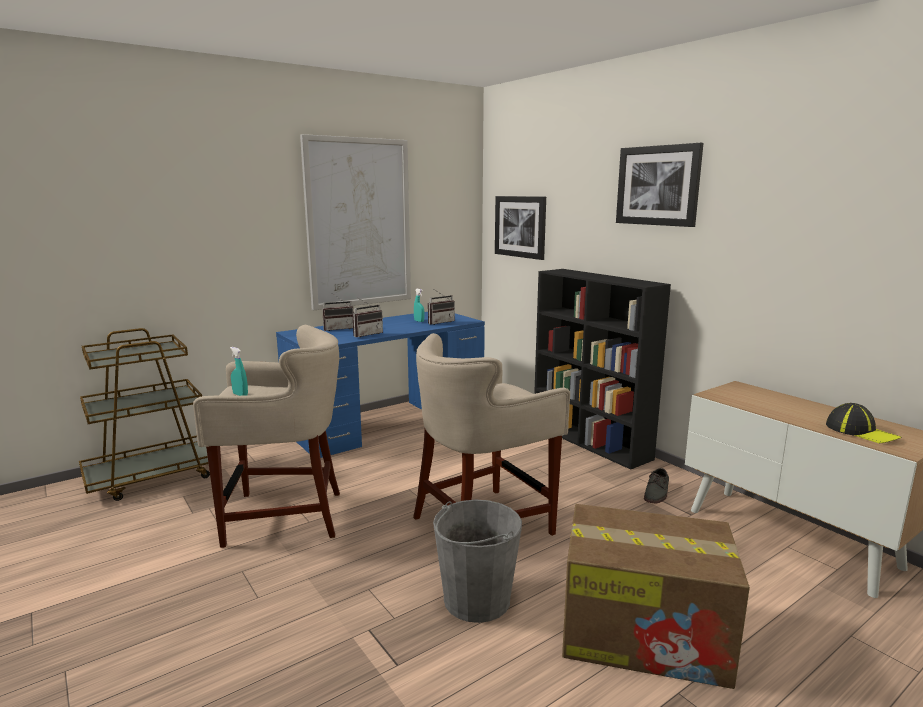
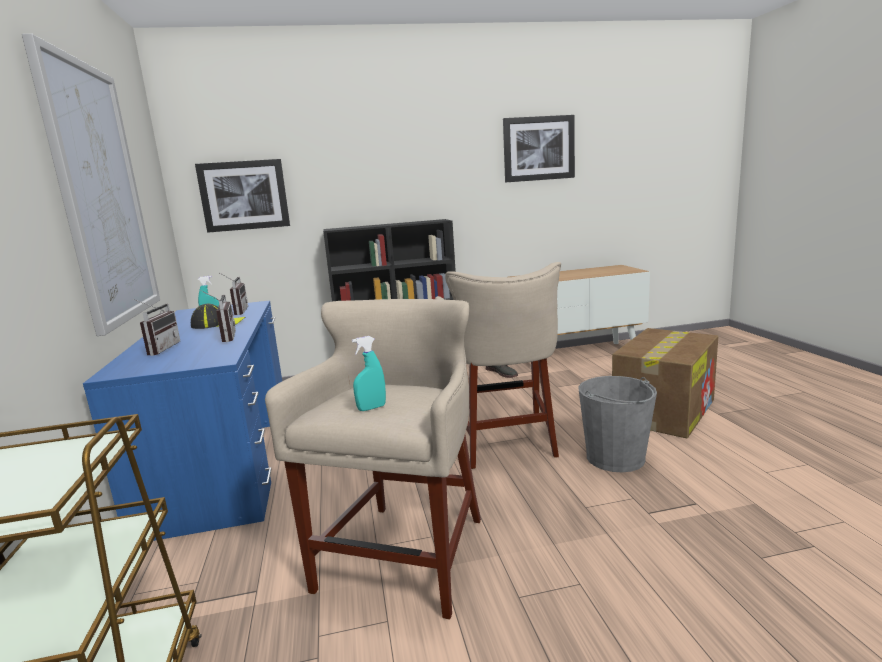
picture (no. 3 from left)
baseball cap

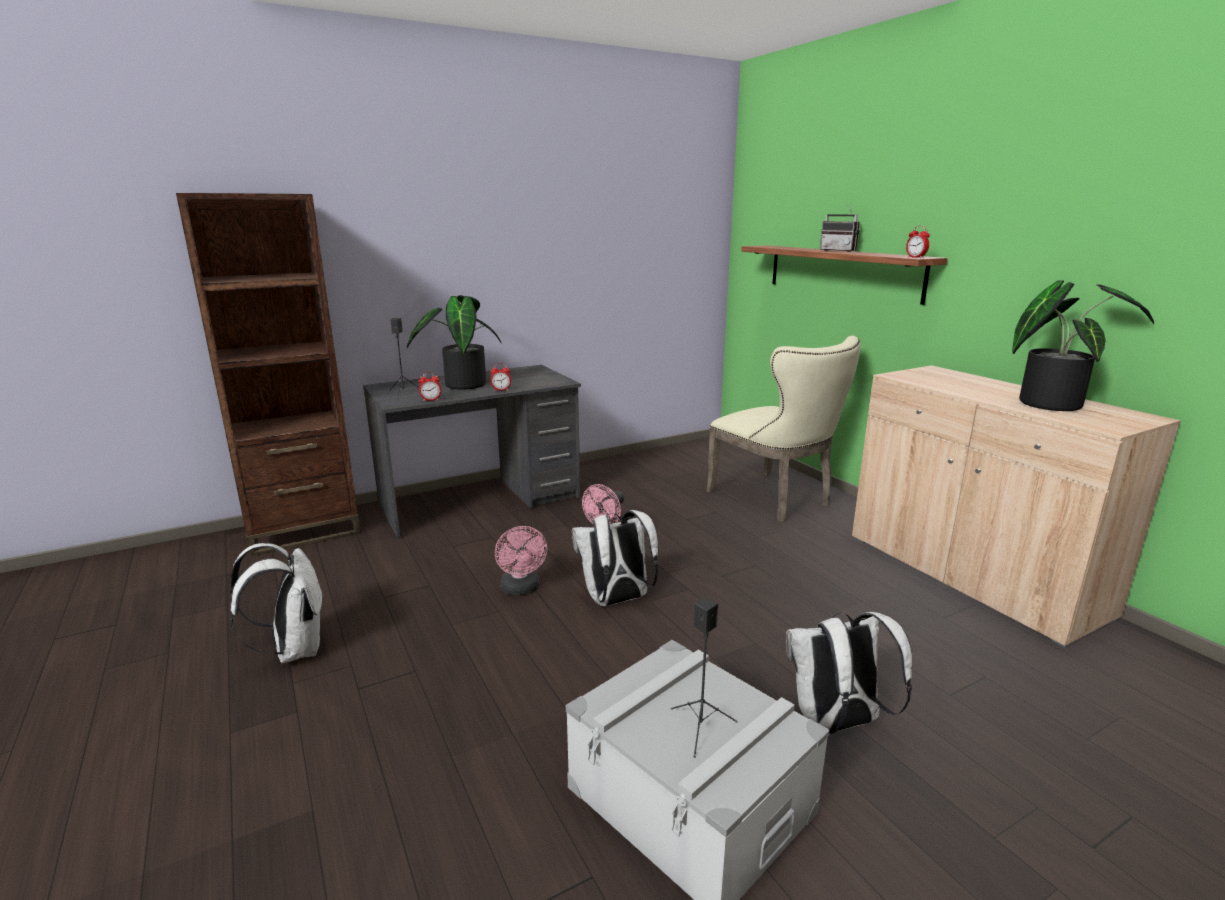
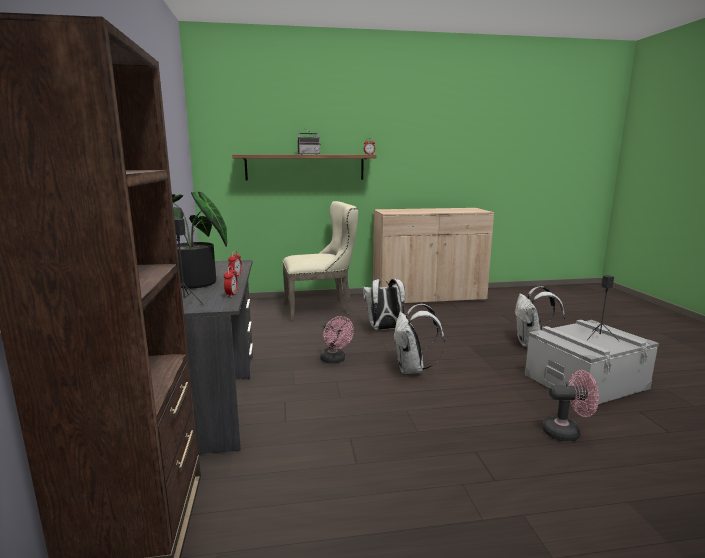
plant in a pot (no. 2 from left in the first image)
knapsack (white-coloured) (no. 1 from left)
cooling fan (pink-coloured) (no. 2 from left)

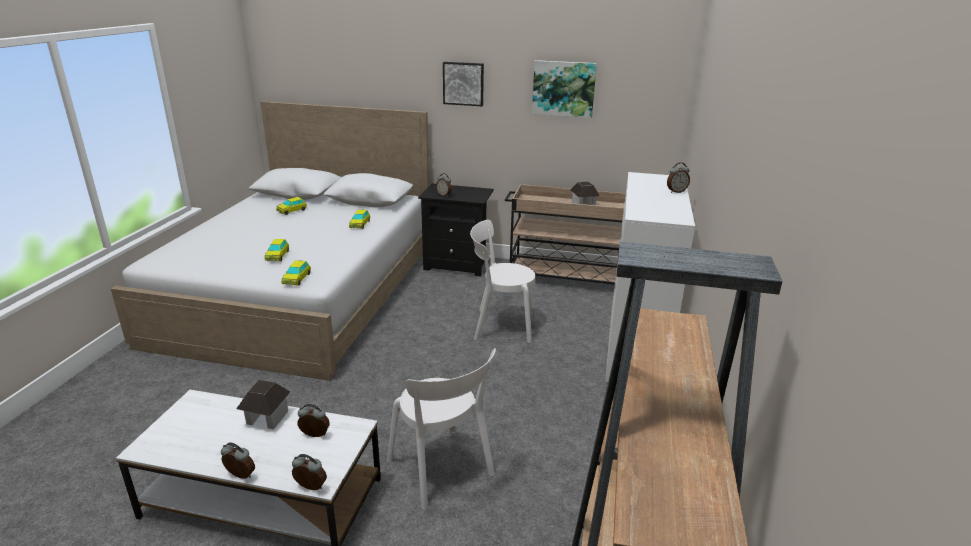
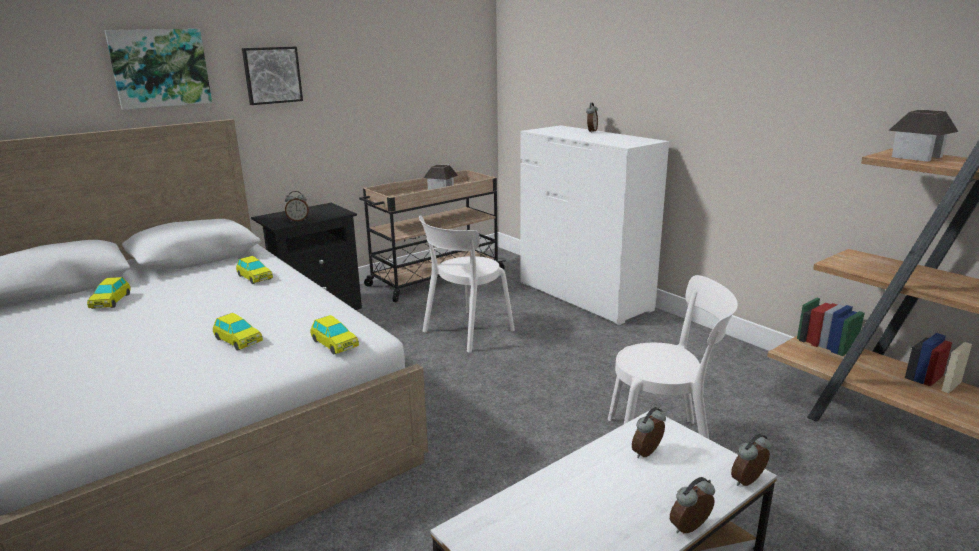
model house (no. 2 from left)
picture (no. 1 from left)

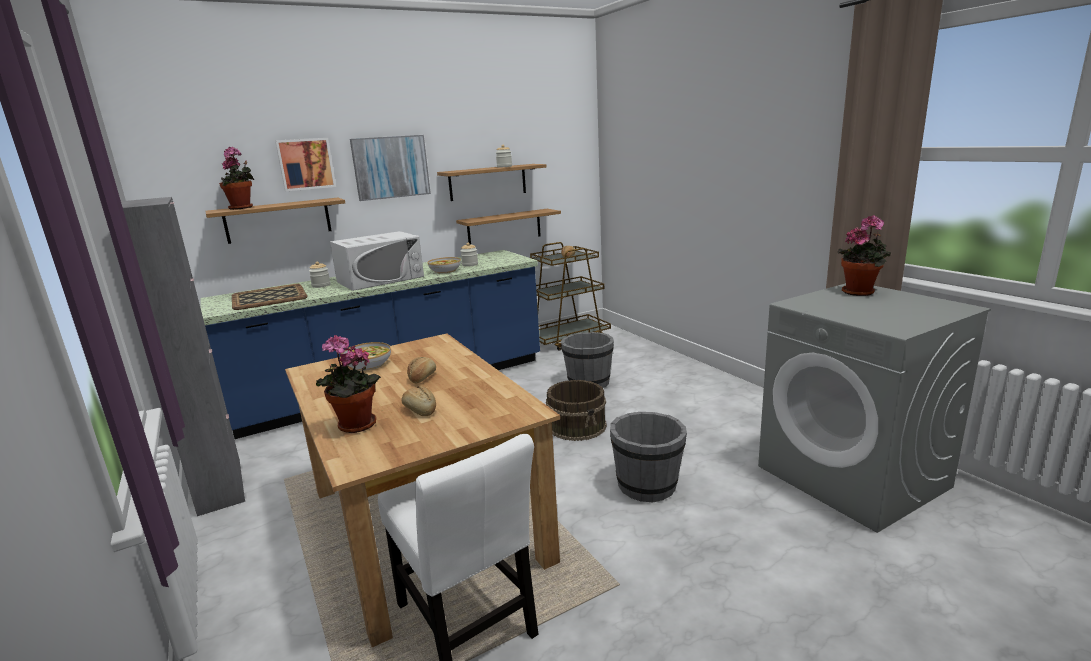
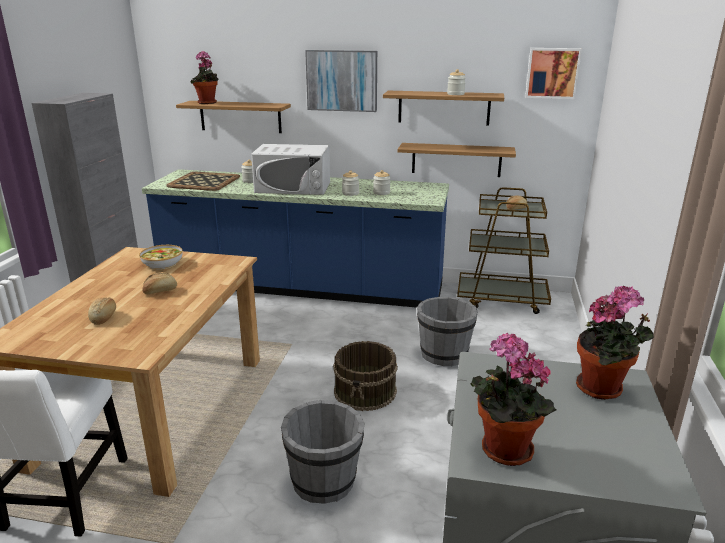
picture (no. 2 from left)
plant in a pot (no. 2 from left)
jar (no. 2 from left)

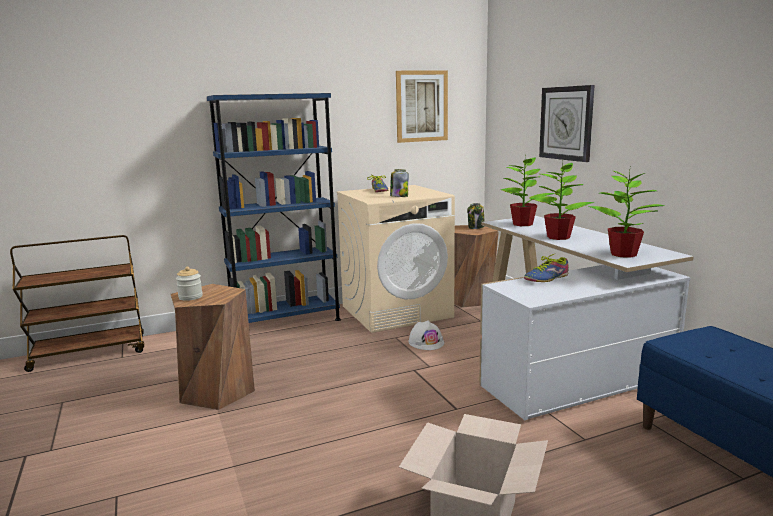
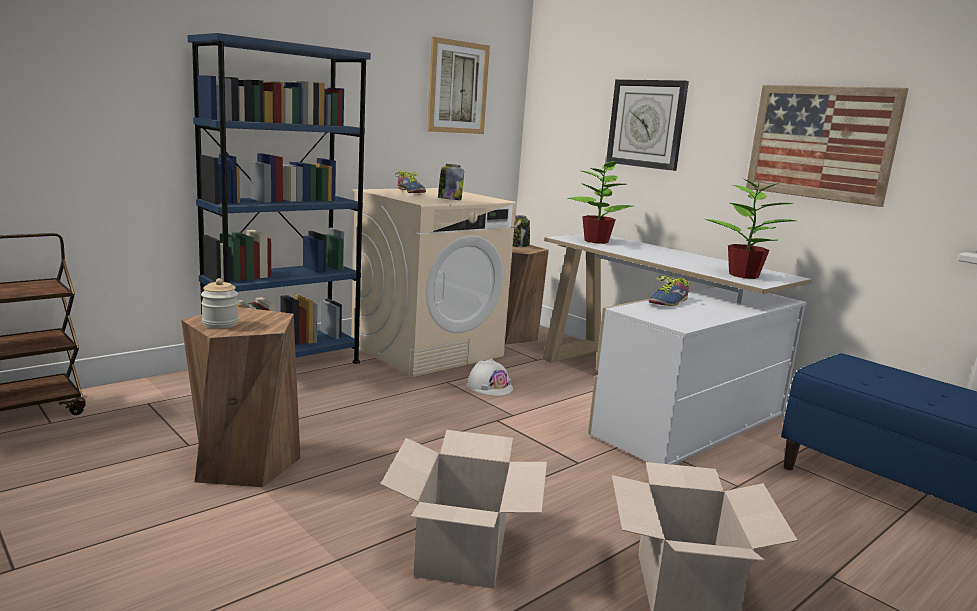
plant in a pot (no. 2 from left in the first image)
packing box (no. 1 from left)
picture (no. 2 from left)

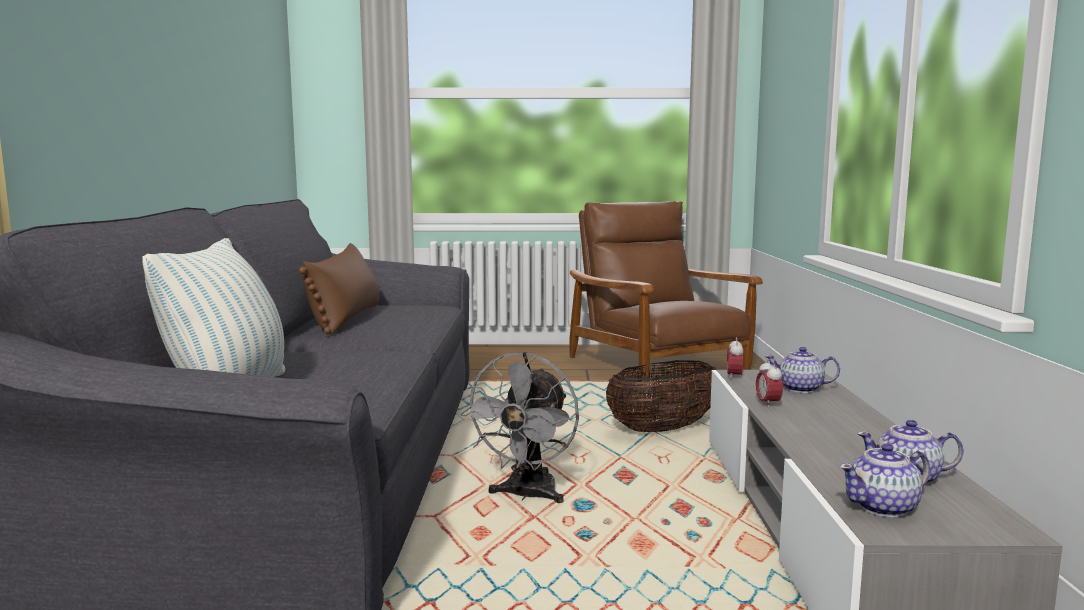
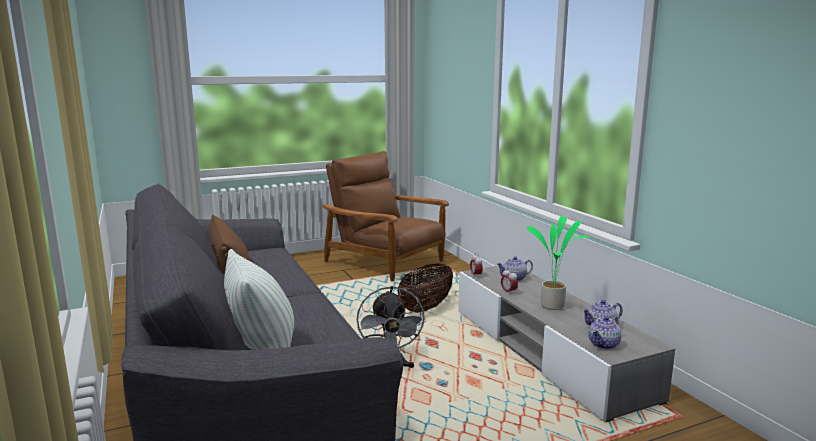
plant in a pot

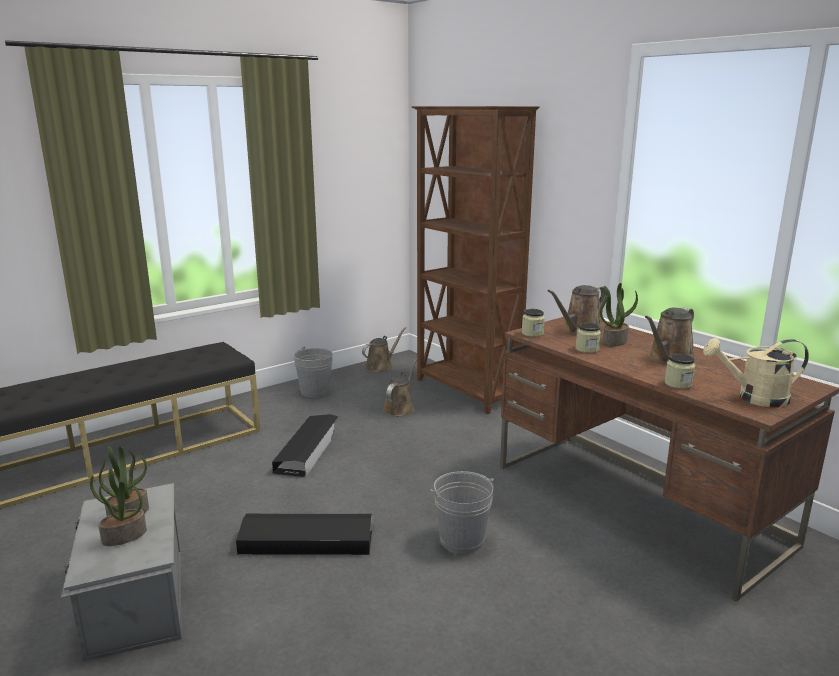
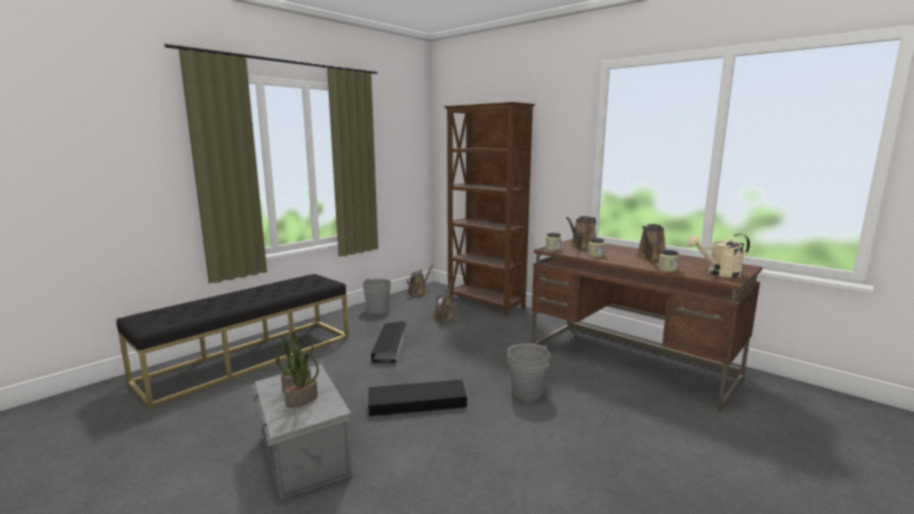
plant in a pot (no. 3 from left in the first image)

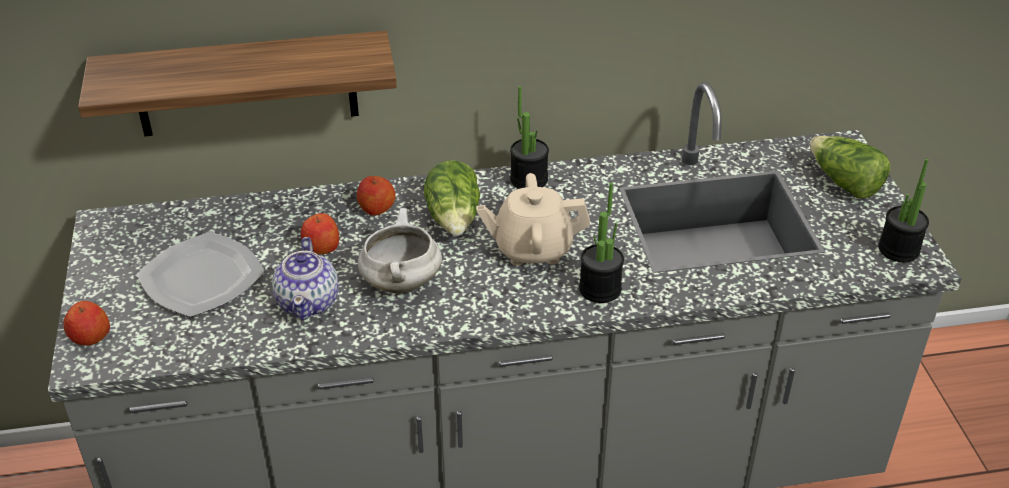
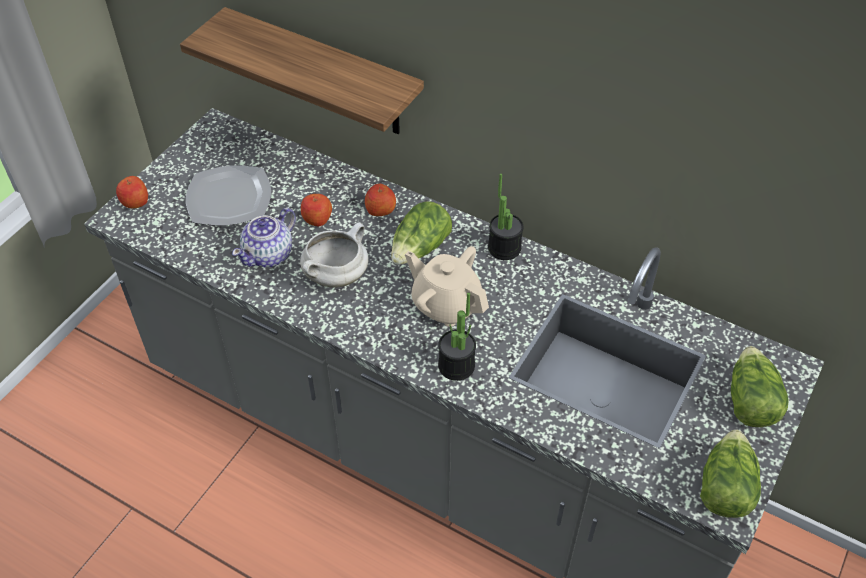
lettuce head (no. 2 from left)

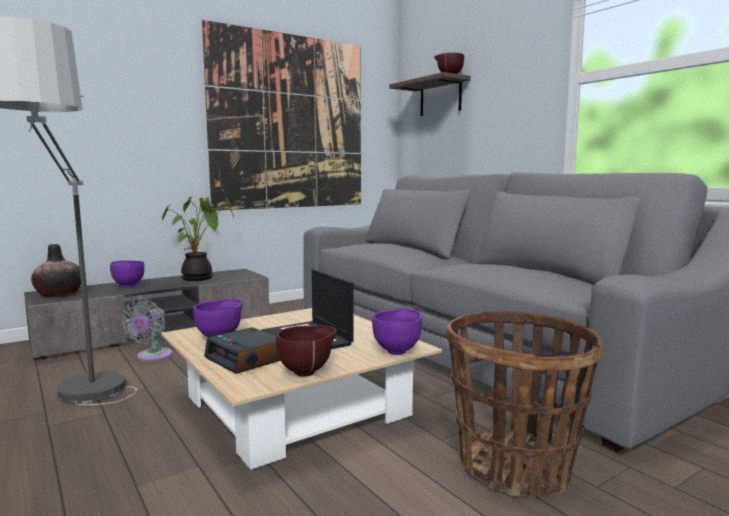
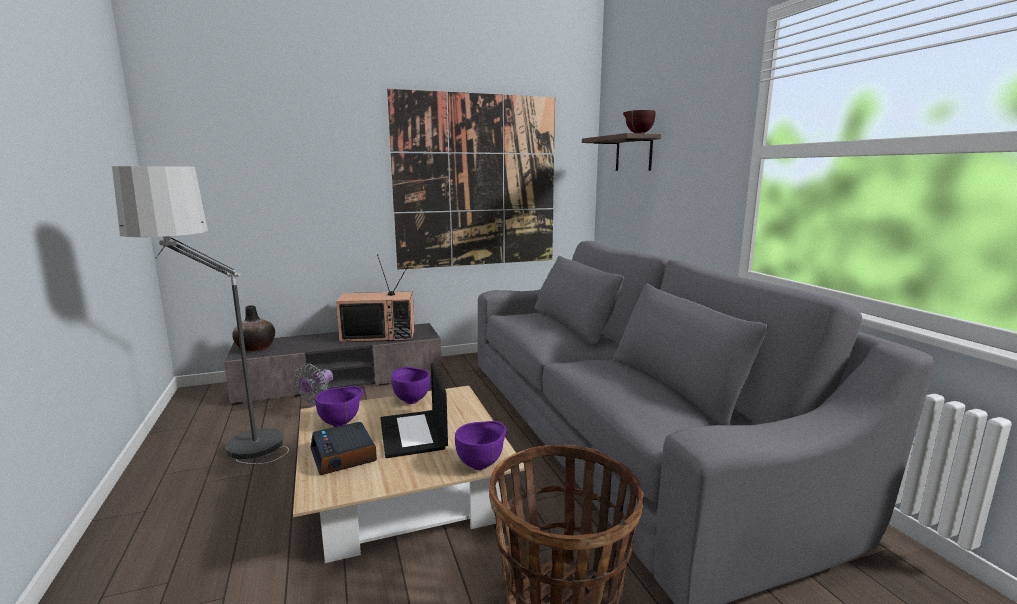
deep dish (brown-coloured) (no. 1 from left in the first image)
deep dish (purple-coloured) (no. 2 from left)
TV

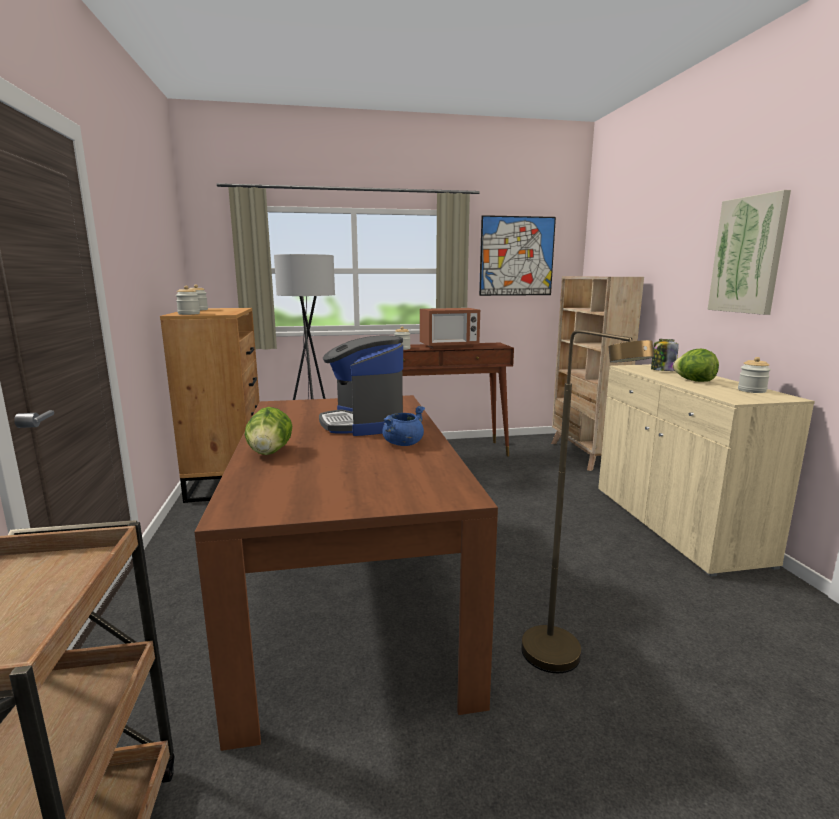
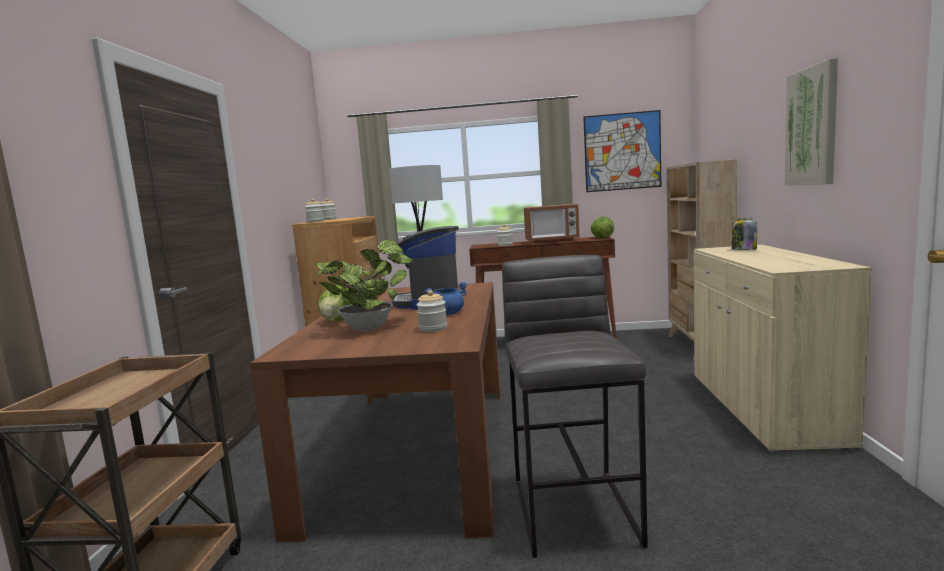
plant in a pot
lettuce head (no. 2 from left)
jar (no. 3 from left)
stool seat (gray)

